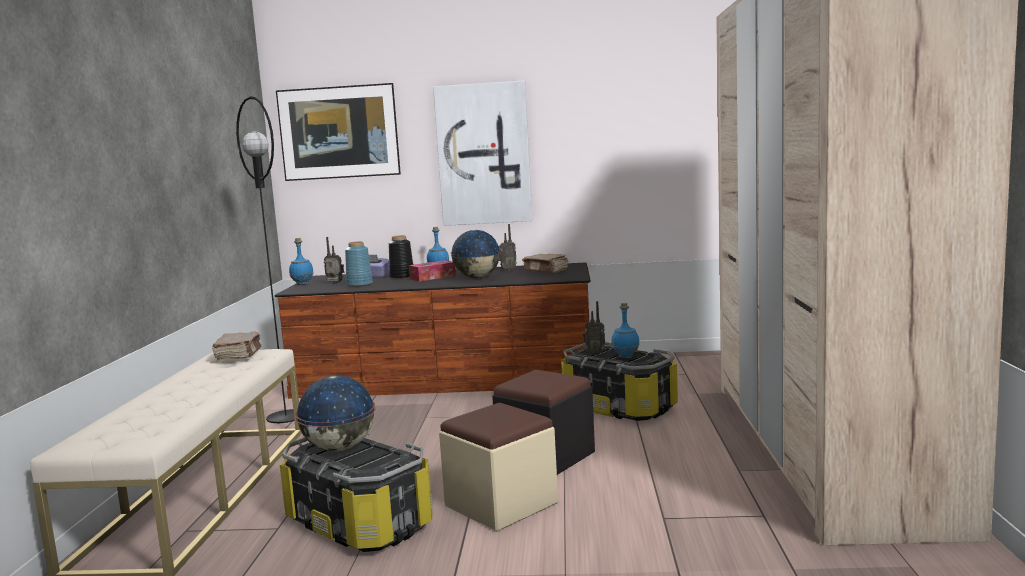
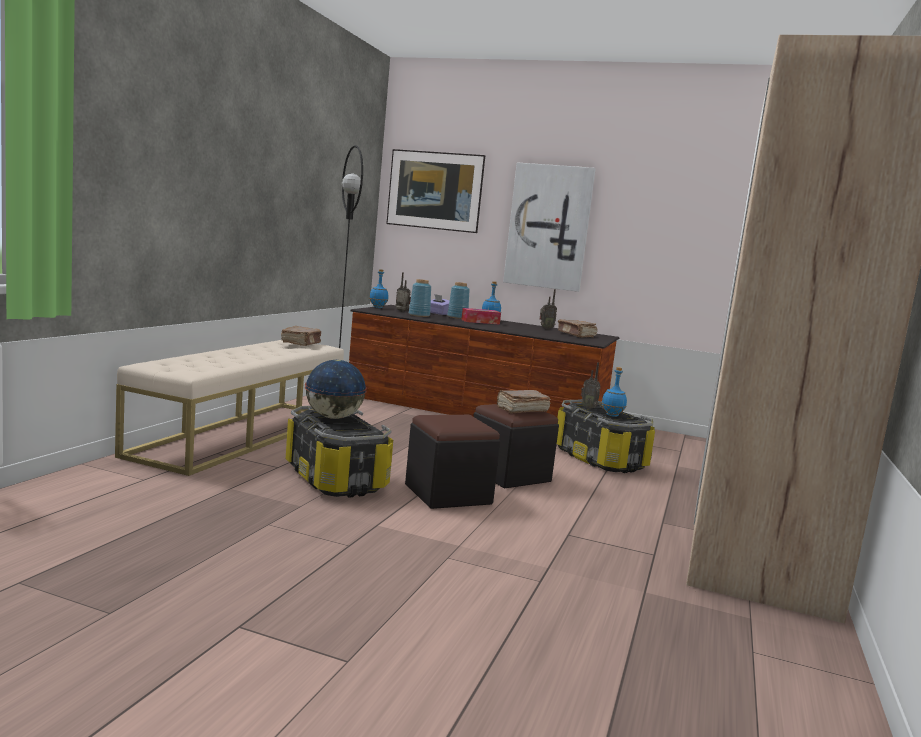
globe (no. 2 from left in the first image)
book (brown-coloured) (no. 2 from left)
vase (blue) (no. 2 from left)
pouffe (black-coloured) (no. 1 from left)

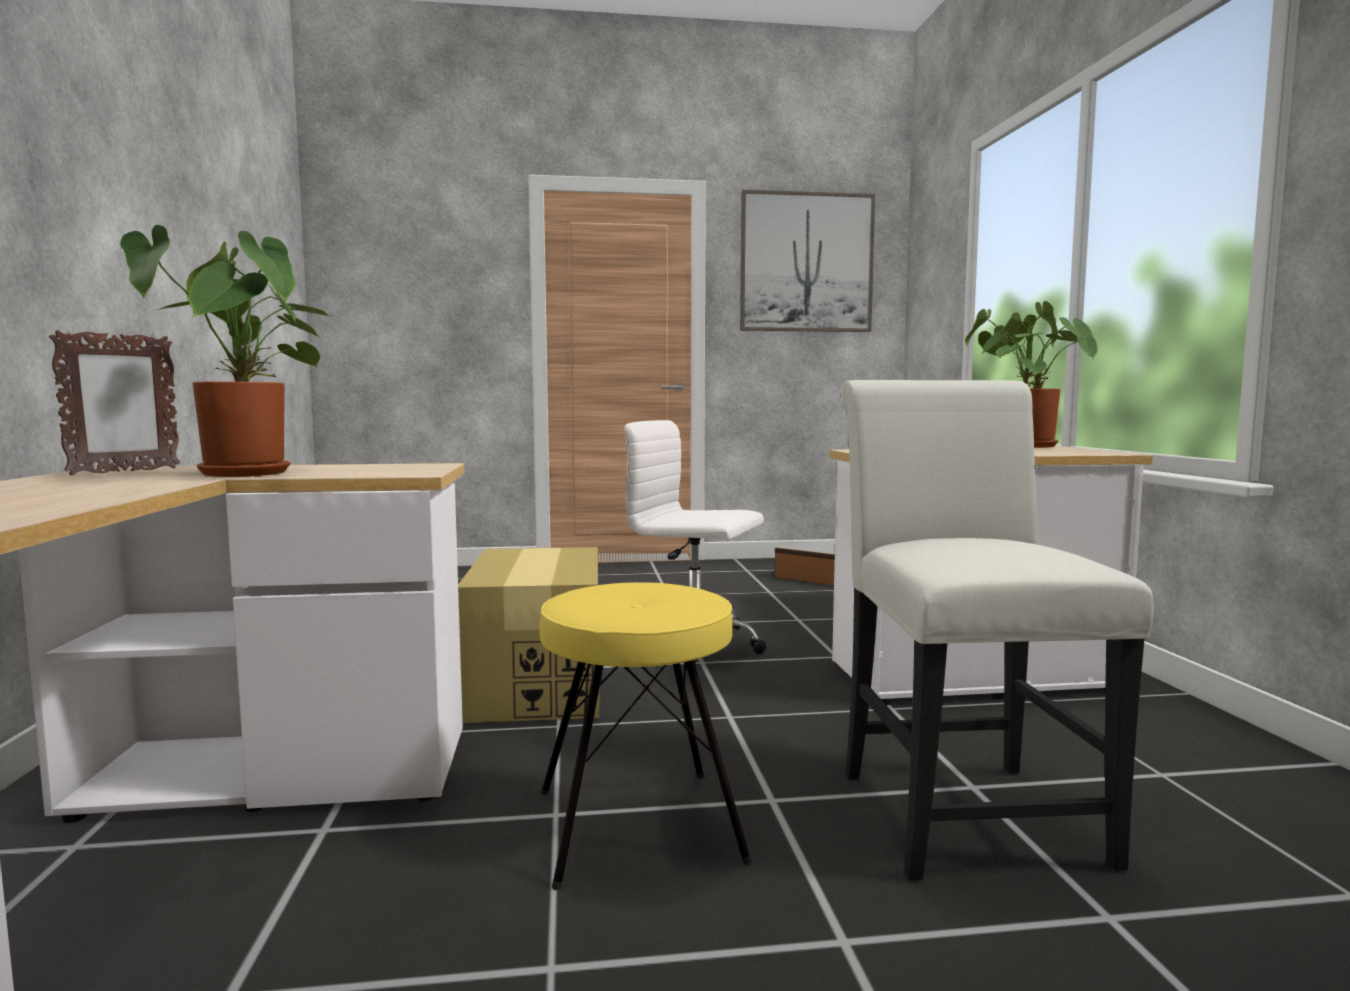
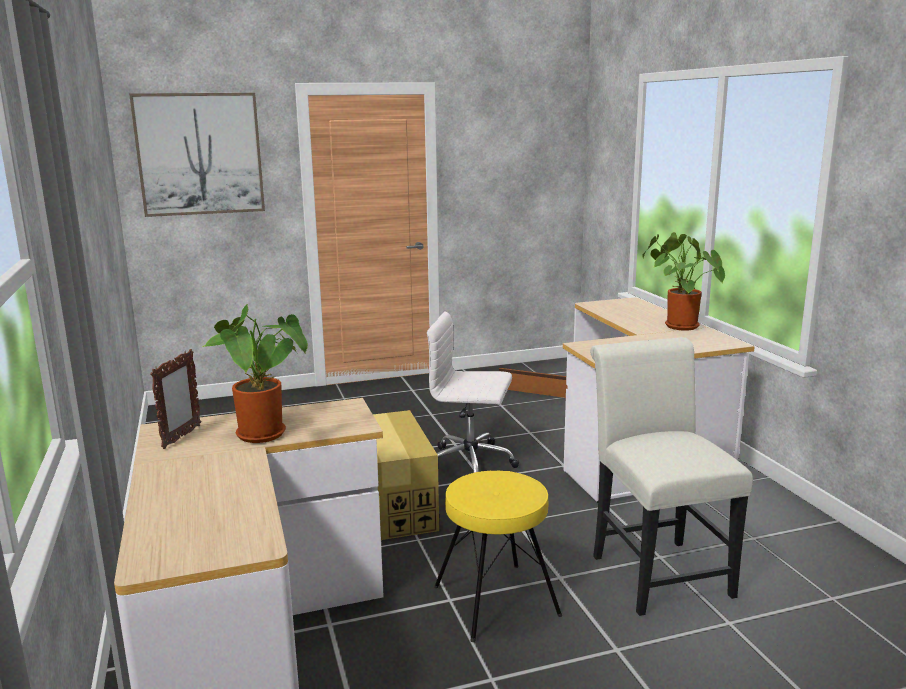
picture

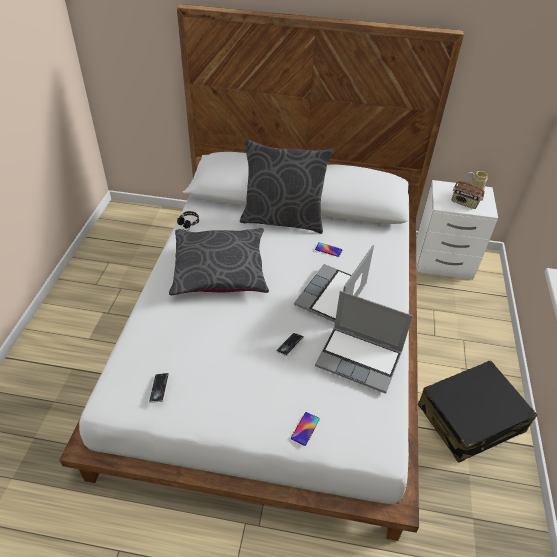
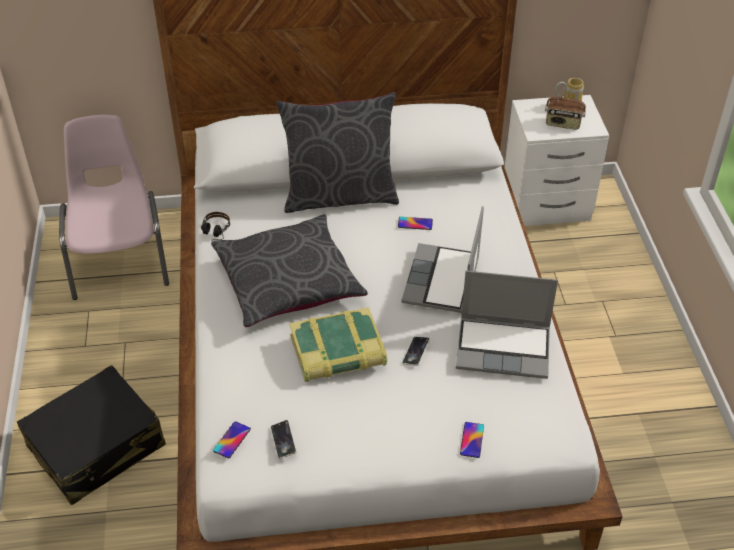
upright chair (pink-coloured)
handset (no. 1 from left)
book
piece of luggage (black-coloured)

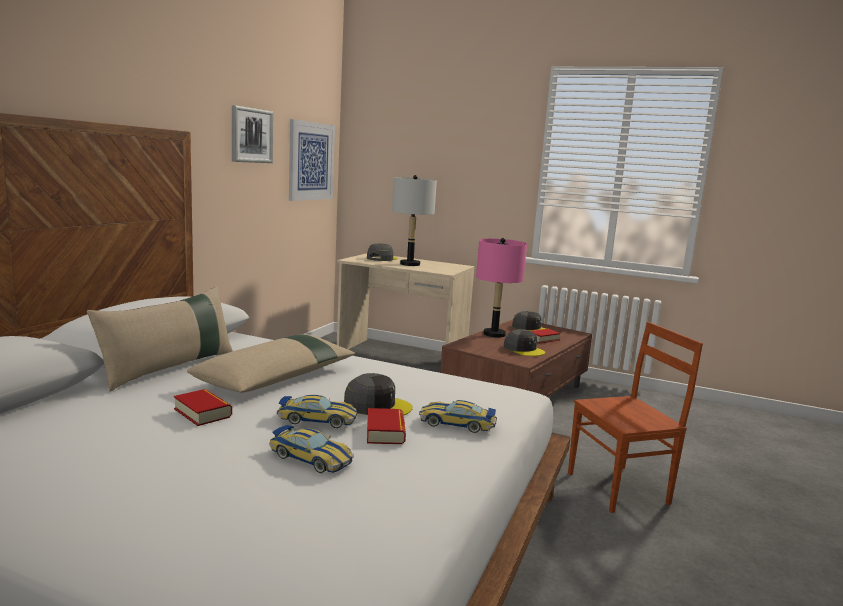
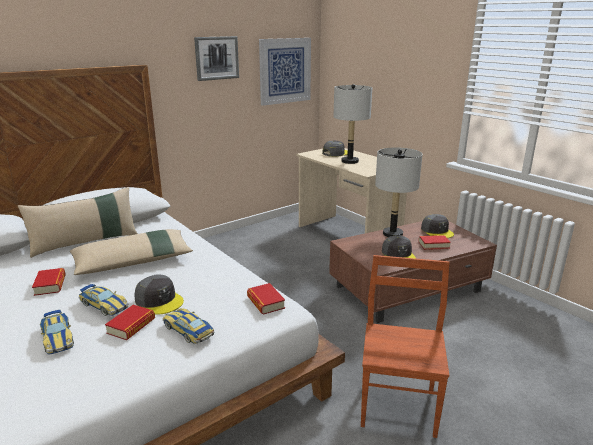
book (no. 3 from left)
table lamp (gray) (no. 2 from left)
upright chair (brown-coloured)

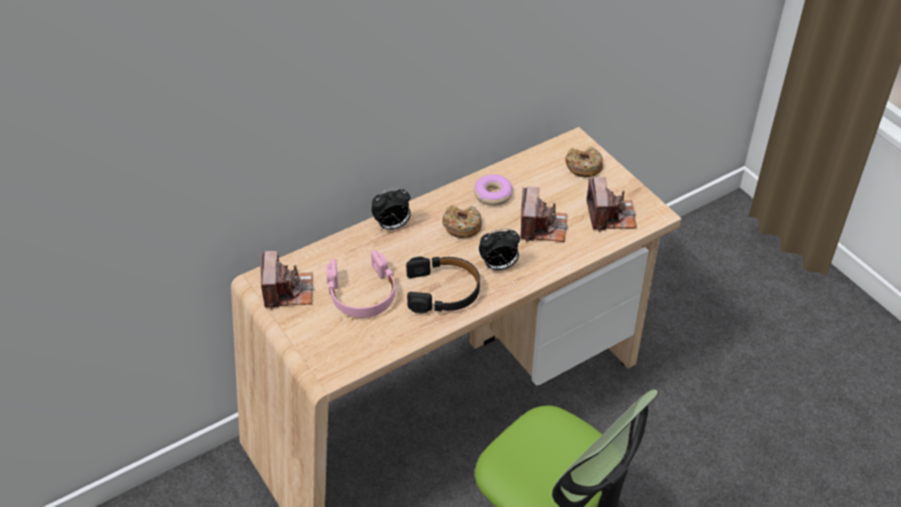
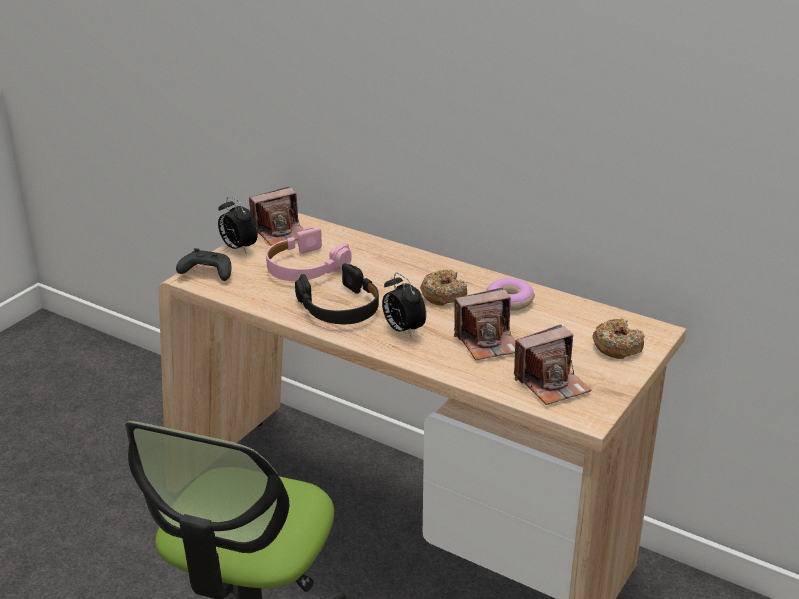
game controller (black-coloured)
alarm clock (no. 1 from left)

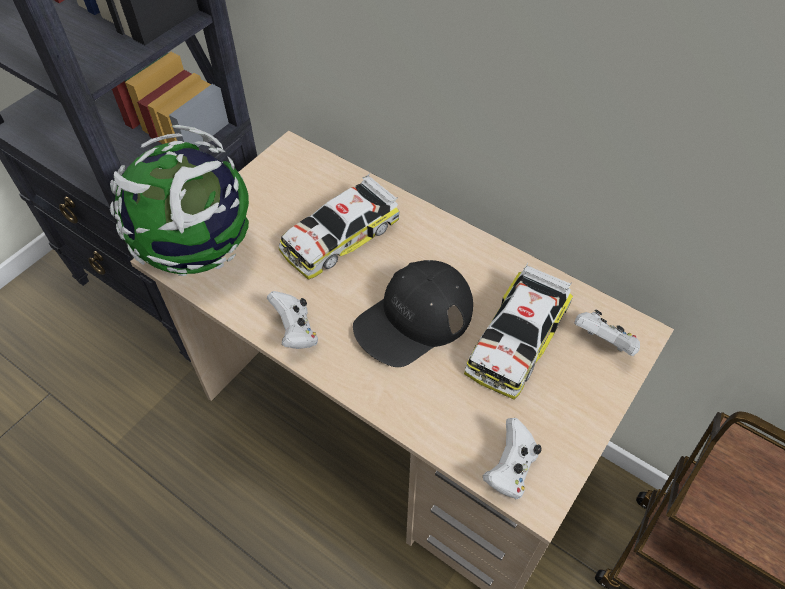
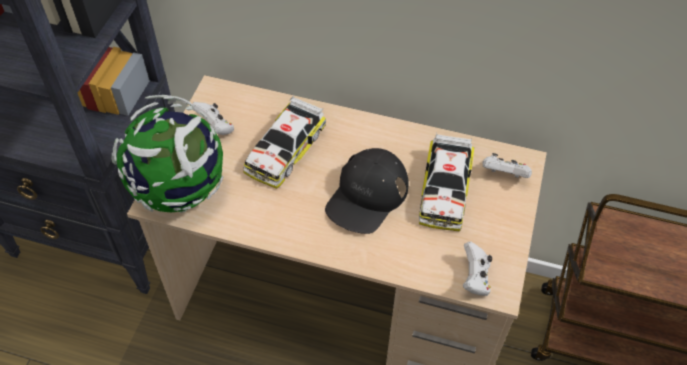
game controller (white-coloured) (no. 1 from left)

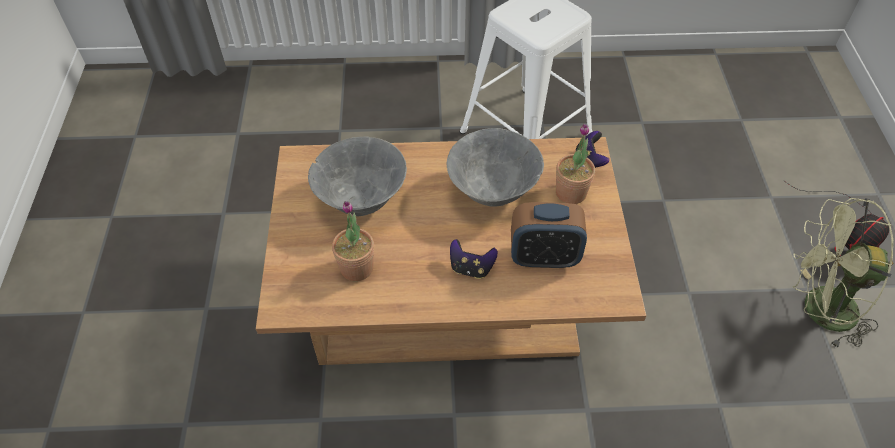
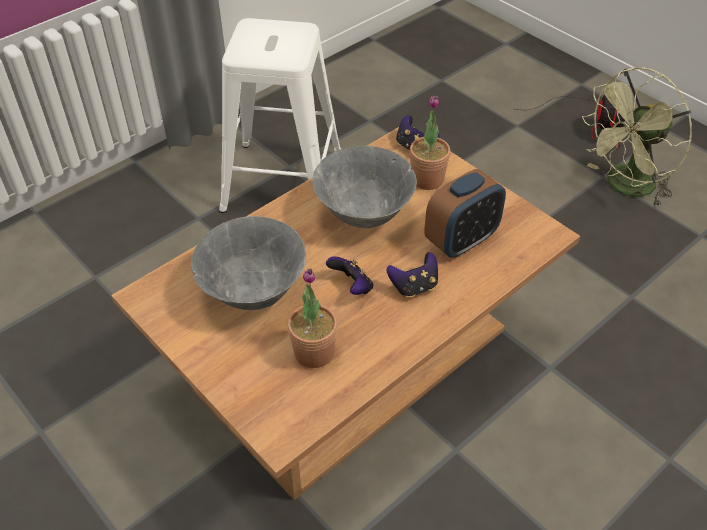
game controller (no. 1 from left)

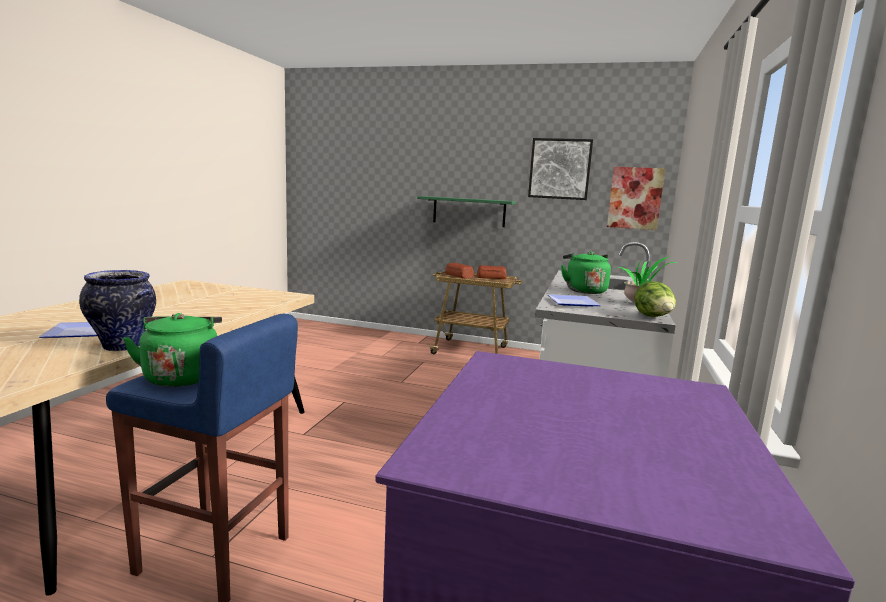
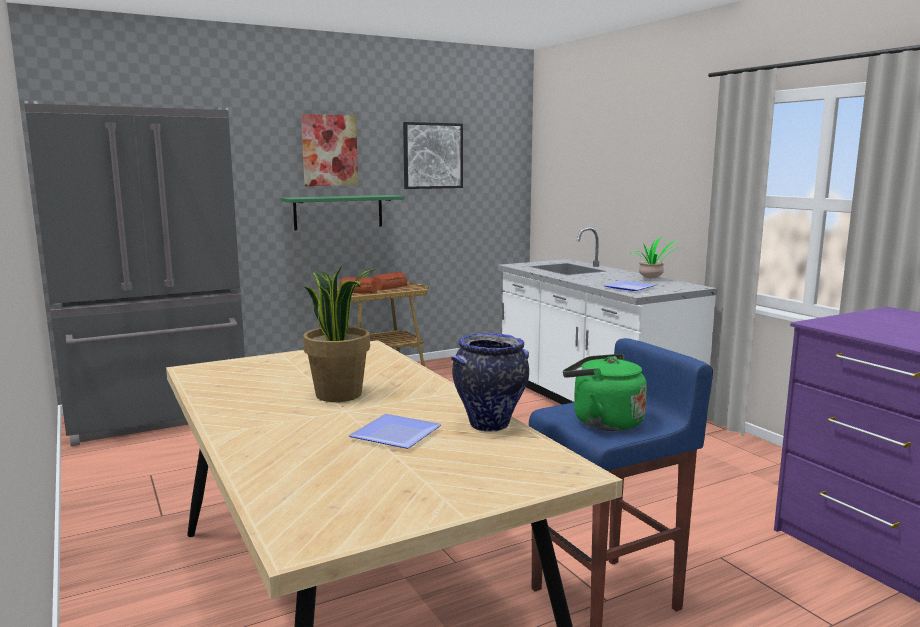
water kettle (green) (no. 2 from left in the first image)
lettuce head
kitchen fridge (gray)
plant in a pot (no. 1 from left)
picture (no. 1 from left)

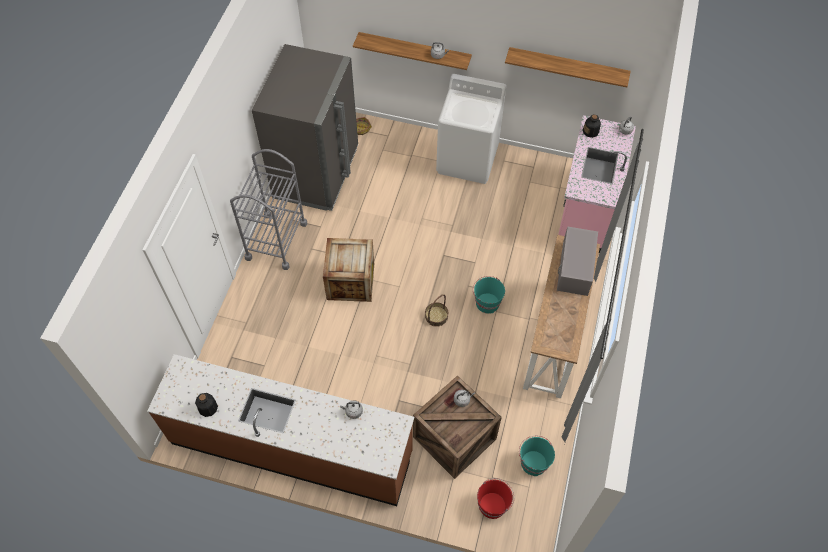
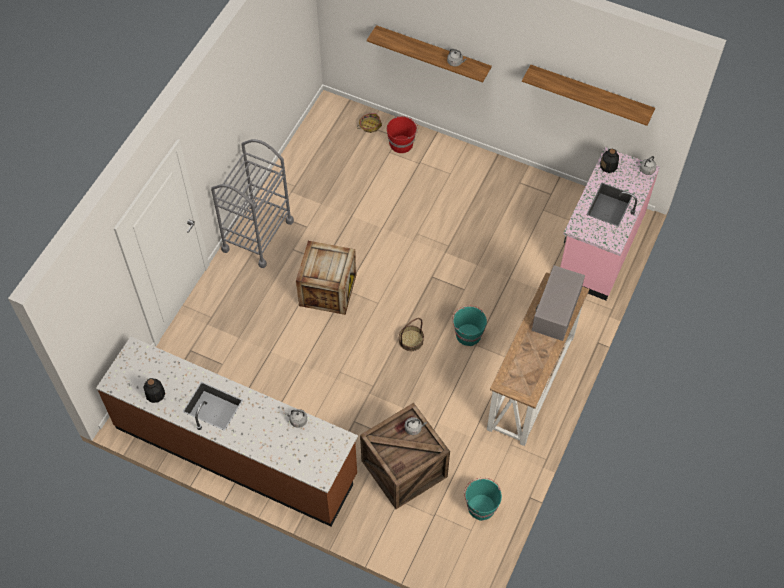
kitchen fridge (gray)
washing machine (white-coloured)
water bucket (red-coloured)

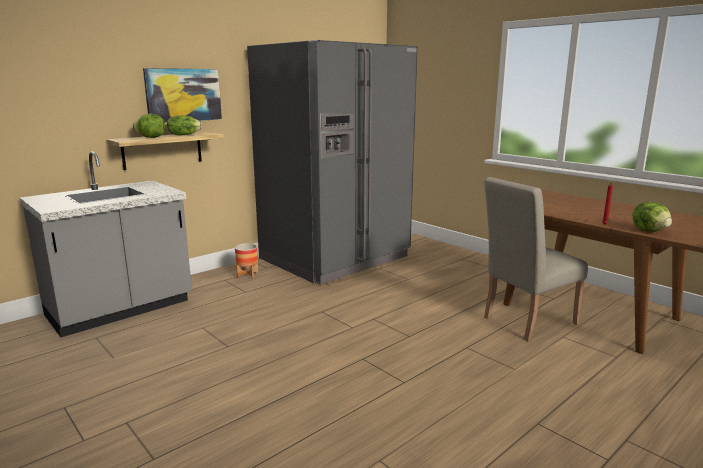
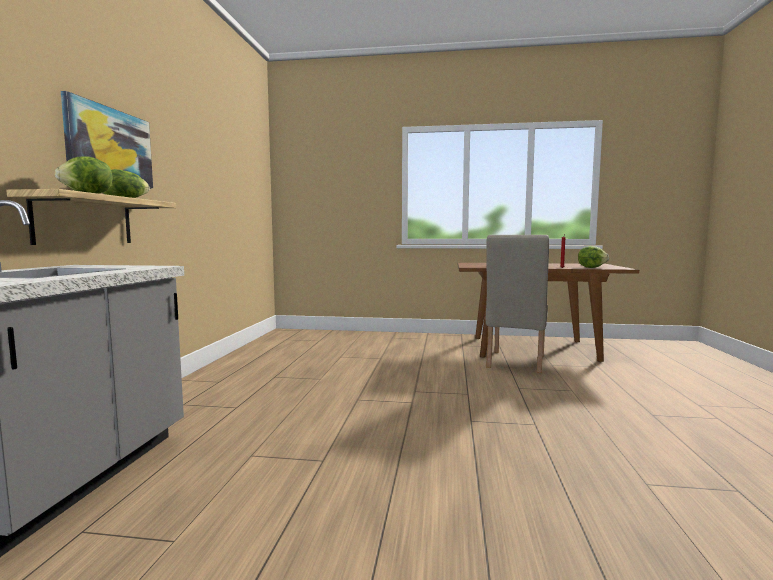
flower pot
kitchen fridge (gray)

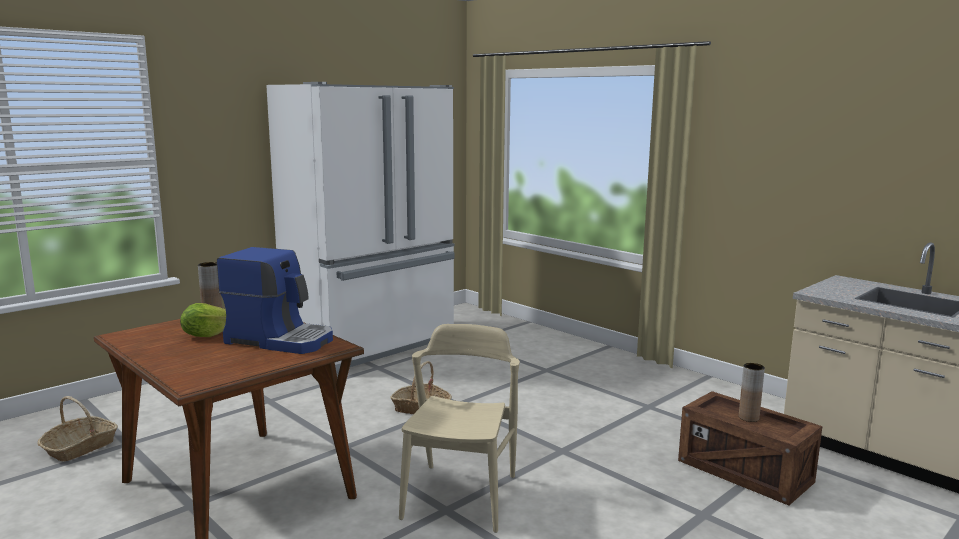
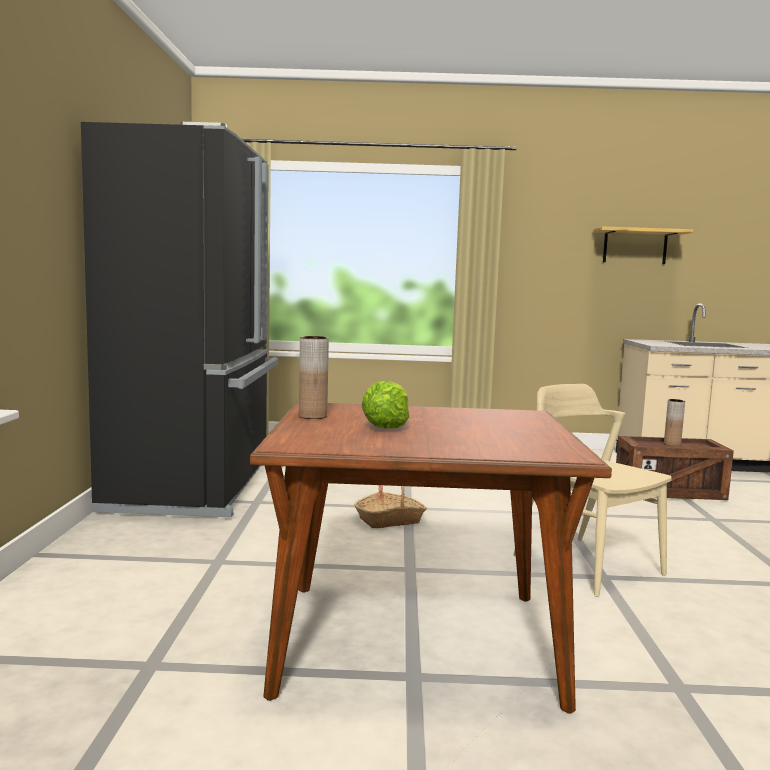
storage basket (no. 1 from left in the first image)
coffee machine
bracket shelf
kitchen fridge (black-coloured)

